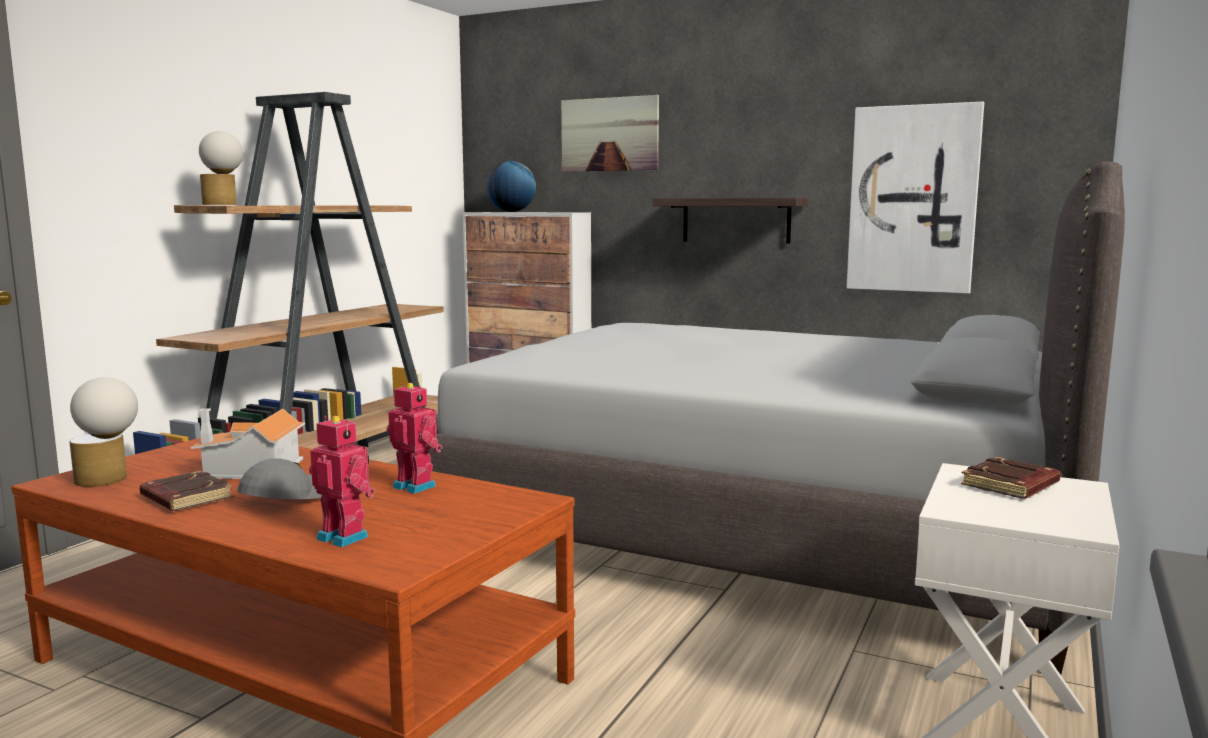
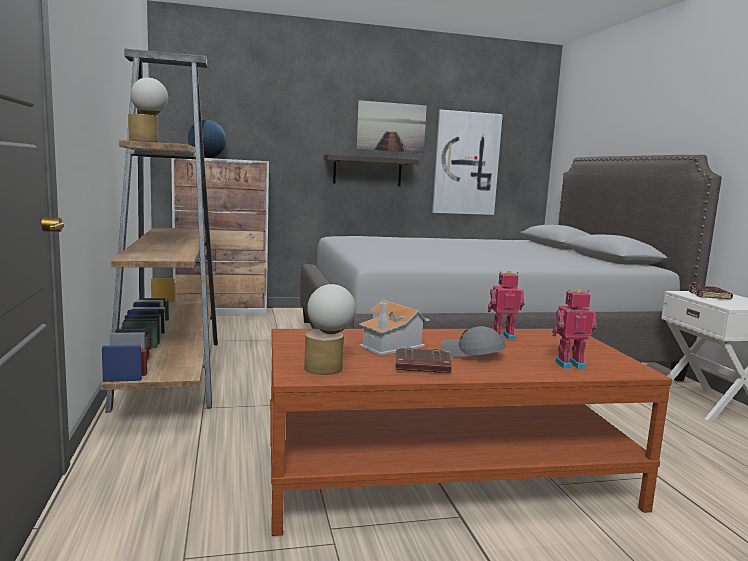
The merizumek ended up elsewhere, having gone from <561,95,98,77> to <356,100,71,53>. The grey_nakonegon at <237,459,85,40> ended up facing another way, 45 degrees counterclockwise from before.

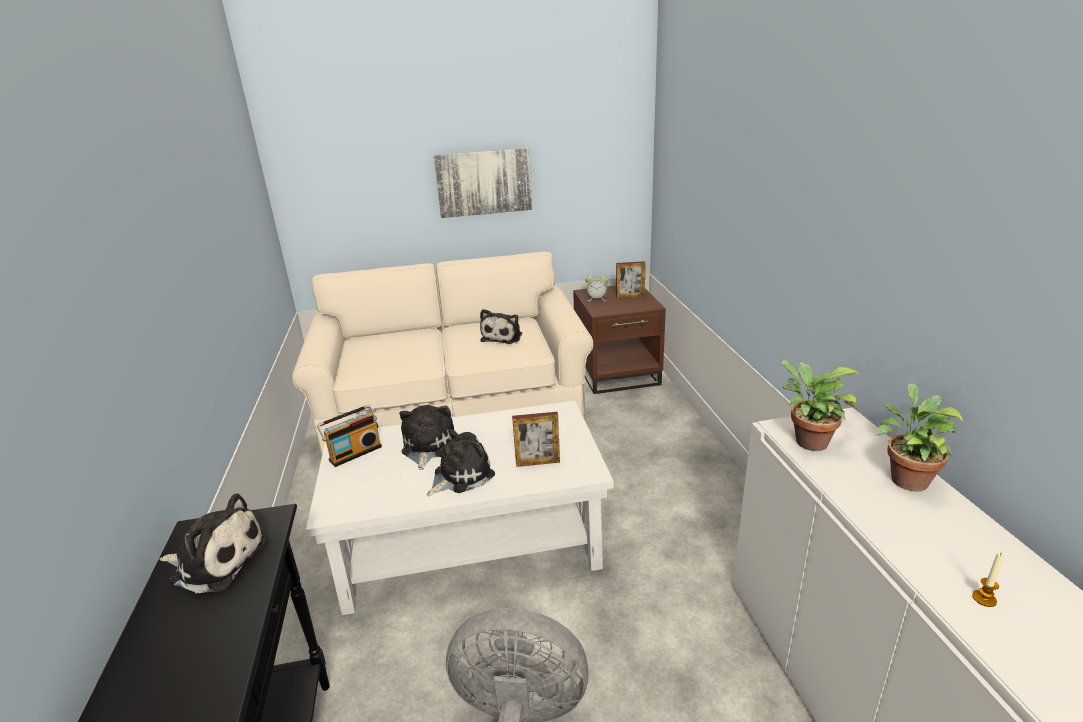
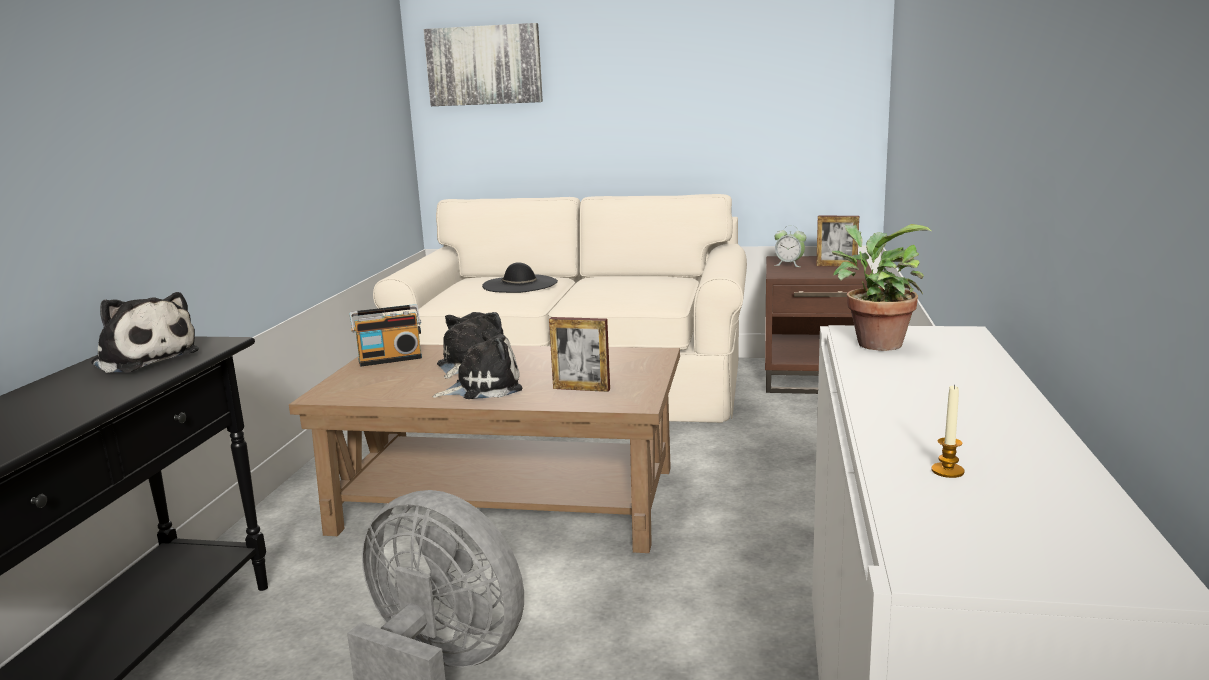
The merizumek ended up elsewhere, having gone from <434,148,98,70> to <424,23,119,83>. The second view lost the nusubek at <480,309,42,35>. The second view lost the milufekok at <875,383,89,109>. What was the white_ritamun at <306,401,308,214> turned into the brown_ritamun at <289,345,391,208>. The second view gained the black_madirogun at <482,262,76,31>.

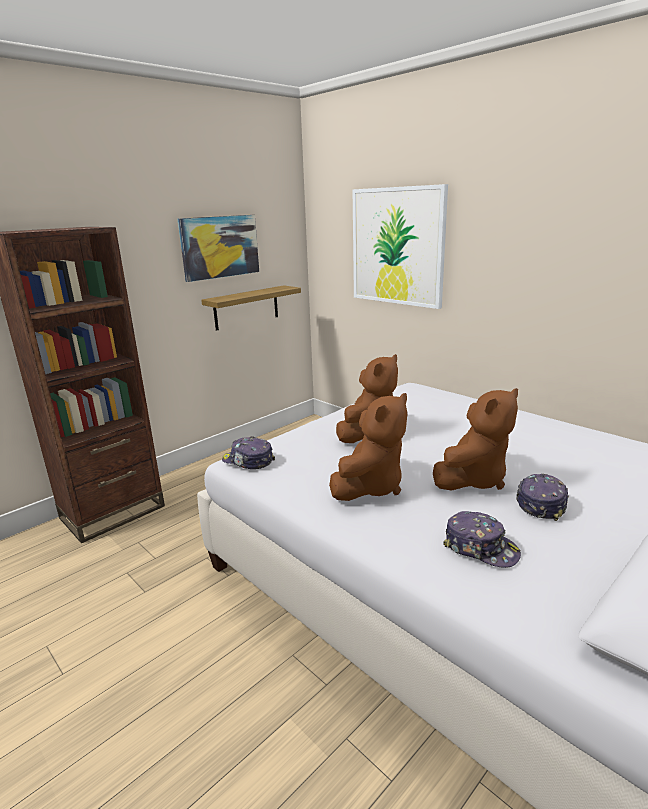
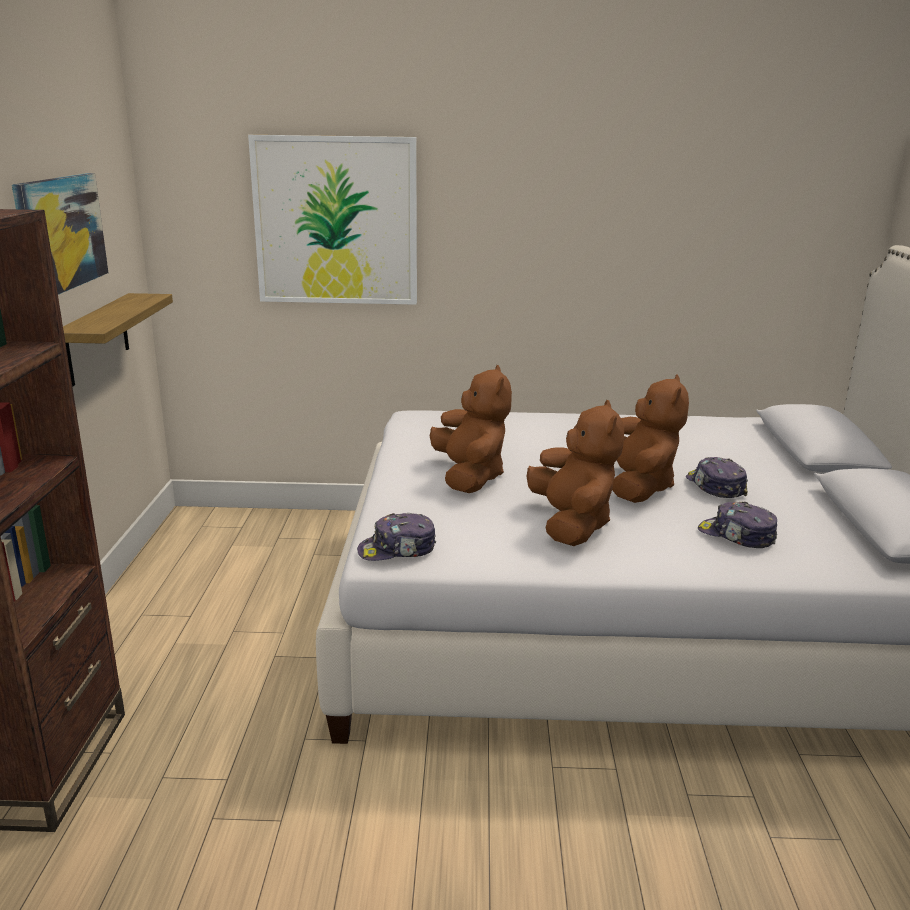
The nakonegon at <443,511,78,57> ended up facing another way, 135 degrees counterclockwise from before.

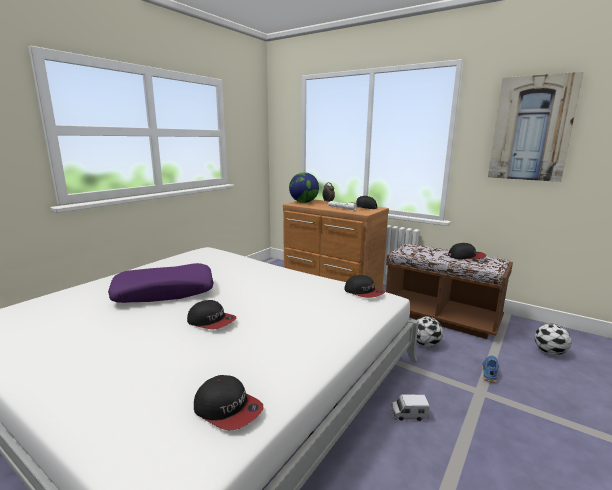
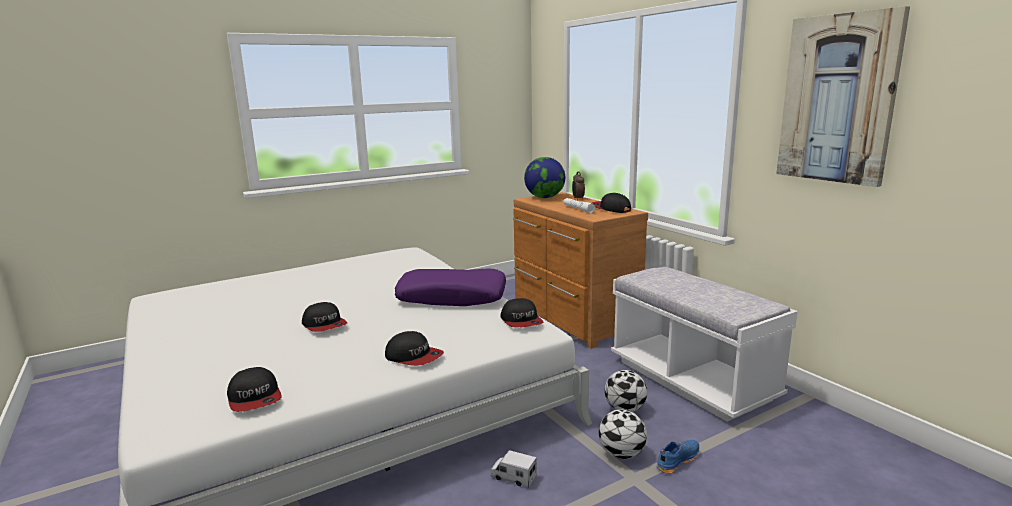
The nakonegon ended up elsewhere, having gone from <448,243,38,16> to <385,331,59,35>. What was the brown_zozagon at <386,244,127,95> turned into the white_zozagon at <611,267,187,155>. The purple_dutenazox ended up elsewhere, having gone from <108,263,106,40> to <395,269,111,37>. The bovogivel ended up elsewhere, having gone from <535,324,36,31> to <599,409,48,50>.

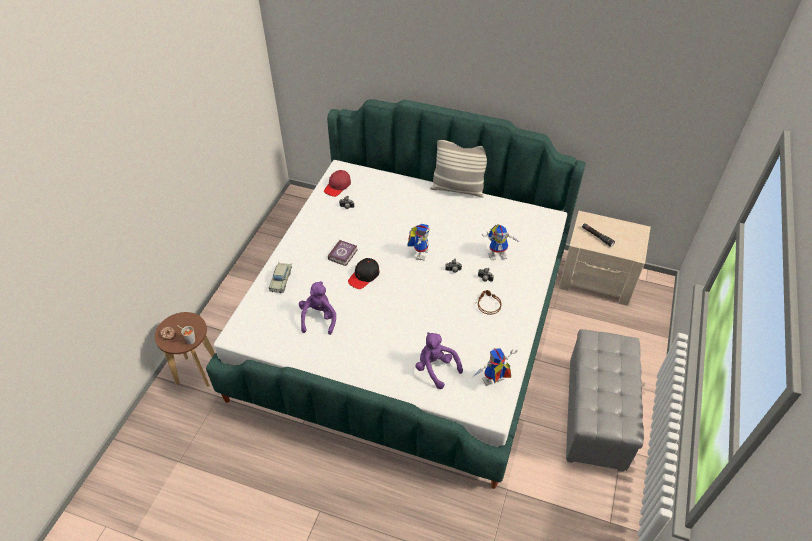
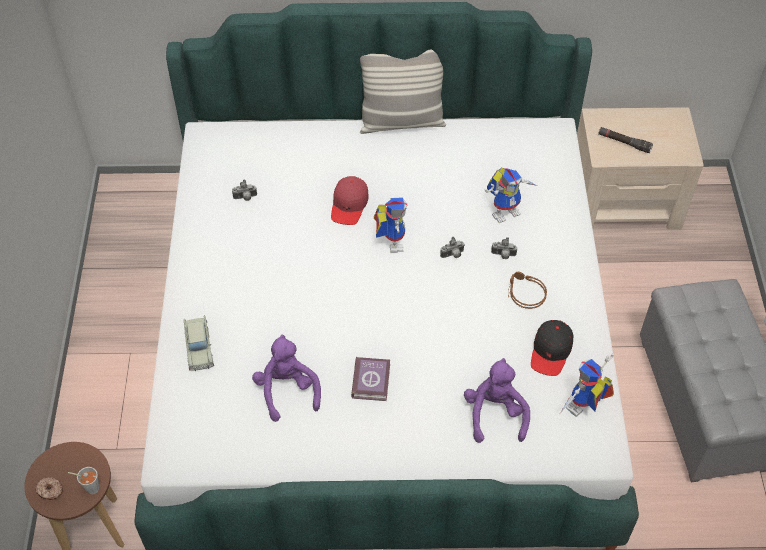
The red_nakonegon ended up elsewhere, having gone from <324,170,27,27> to <331,176,38,49>. The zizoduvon ended up elsewhere, having gone from <328,240,30,26> to <351,356,39,45>. The black_nakonegon ended up elsewhere, having gone from <348,258,31,31> to <531,320,42,56>. The purple_nusubek at <415,332,48,57> ended up facing another way, 60 degrees clockwise from before.

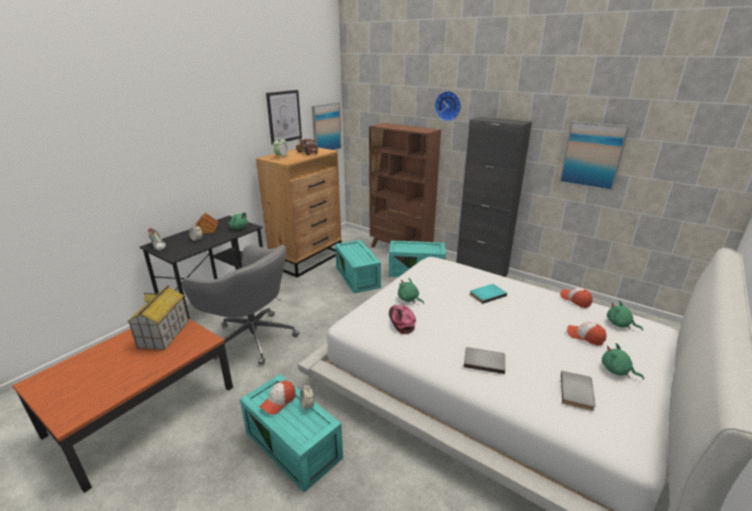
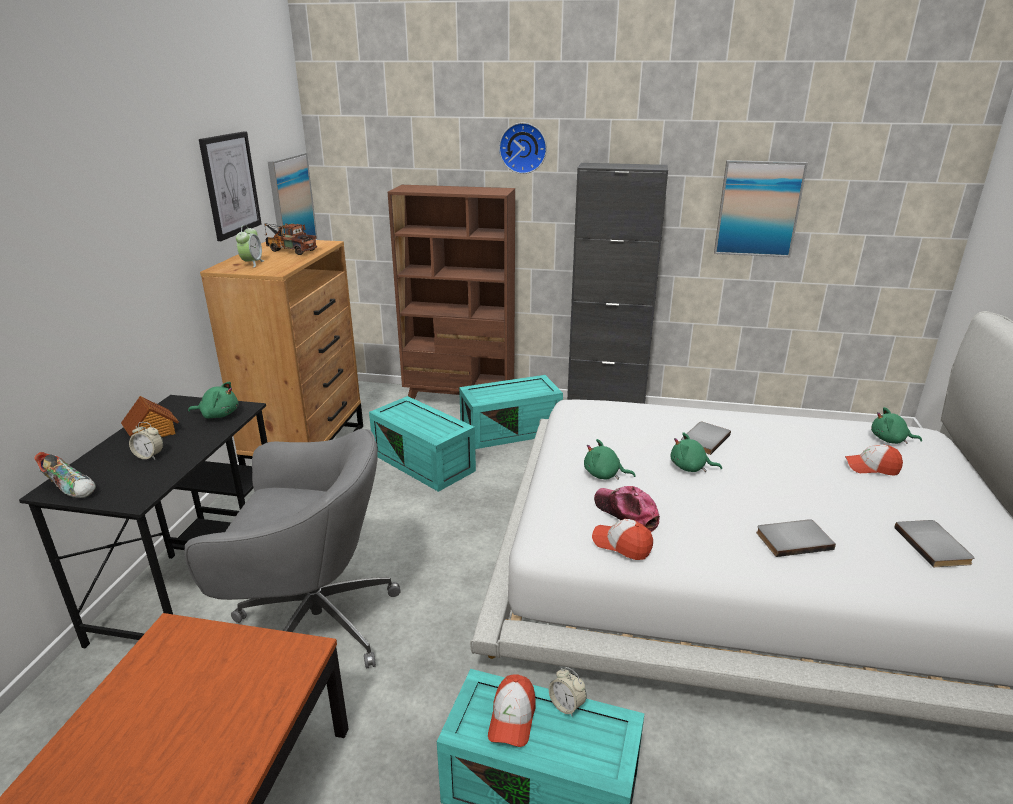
What was the turquoise_zizoduvon at <470,284,37,20> turned into the grey_zizoduvon at <681,422,50,33>. The second view lost the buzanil at <127,285,62,65>. The nakonegon ended up elsewhere, having gone from <560,287,33,21> to <592,519,61,41>. The green_nusubek ended up elsewhere, having gone from <602,343,42,37> to <671,432,51,40>.

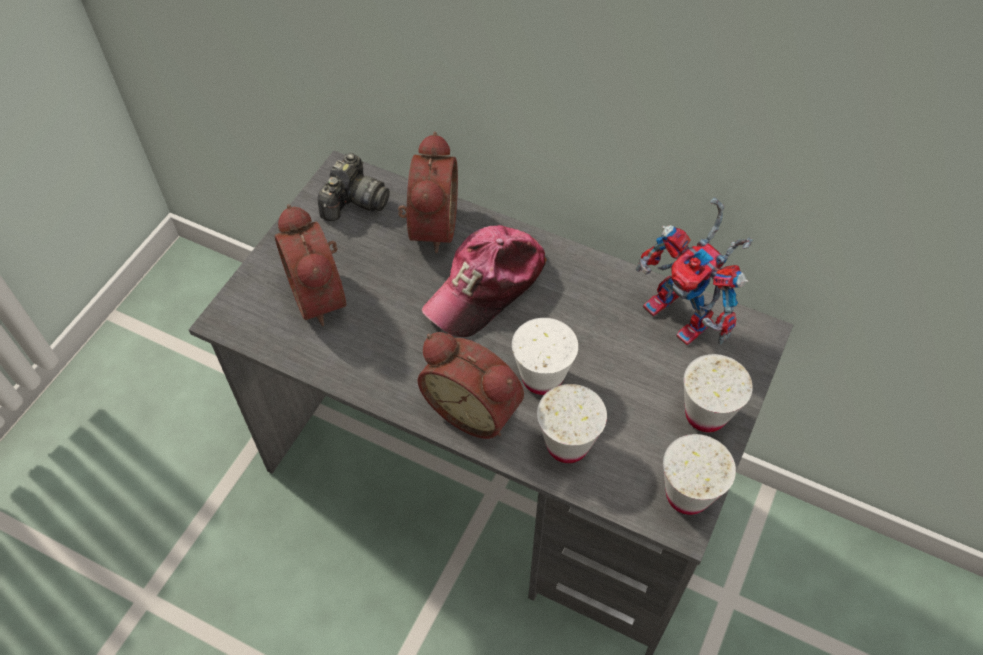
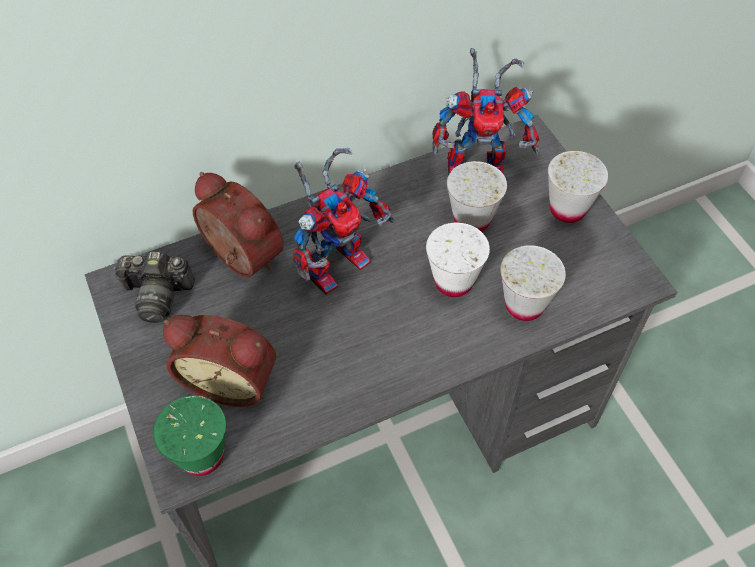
The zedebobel at <317,153,73,68> ended up facing another way, 120 degrees clockwise from before. Where the nakonegon stood at <422,225,125,112>, the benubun came to stand at <293,148,101,148>. The second view lost the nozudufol at <417,332,107,107>. The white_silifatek ended up elsewhere, having gone from <663,434,73,81> to <447,161,60,71>. The second view gained the green_silifatek at <153,396,73,80>.

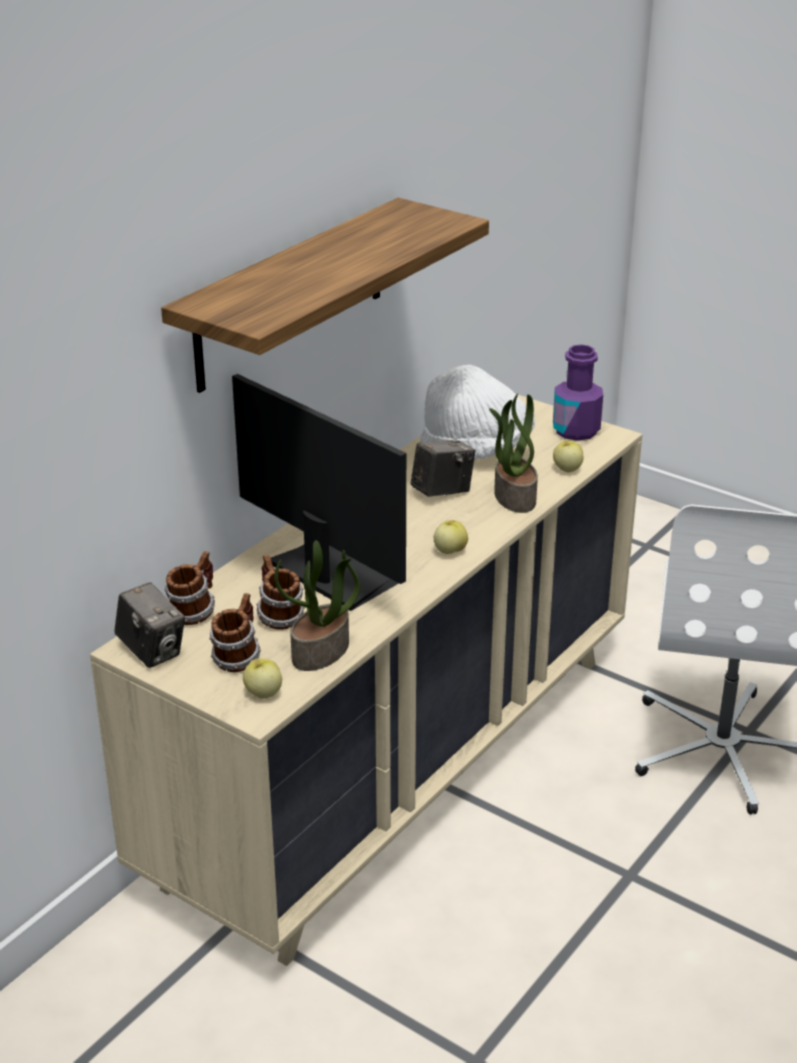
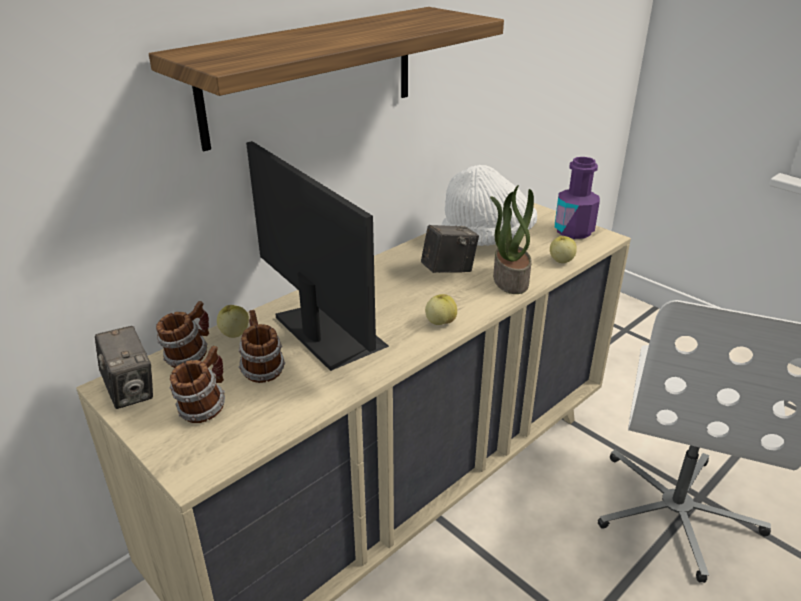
The second view lost the milufekok at <274,540,86,131>. The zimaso ended up elsewhere, having gone from <243,658,39,40> to <217,305,32,33>.

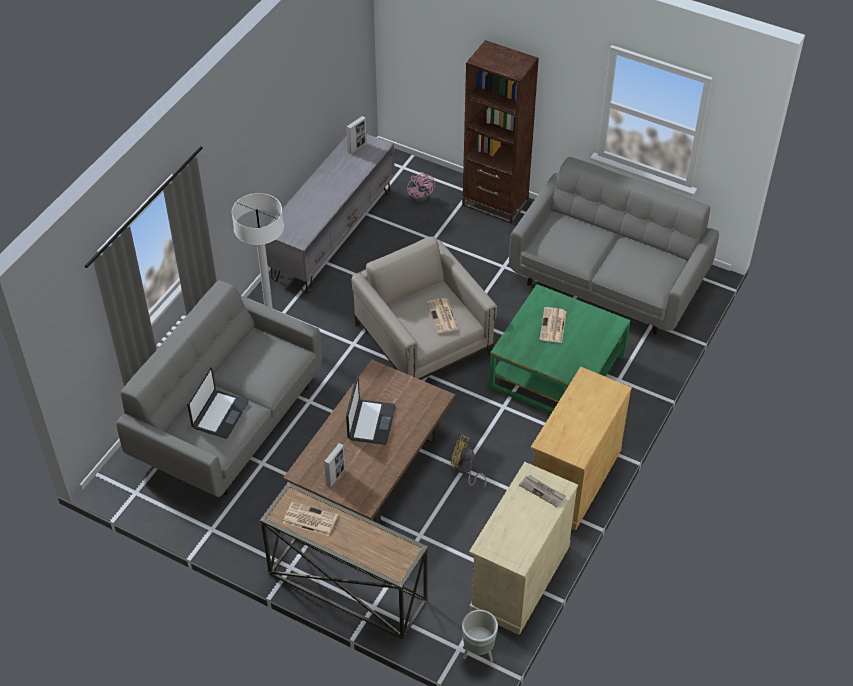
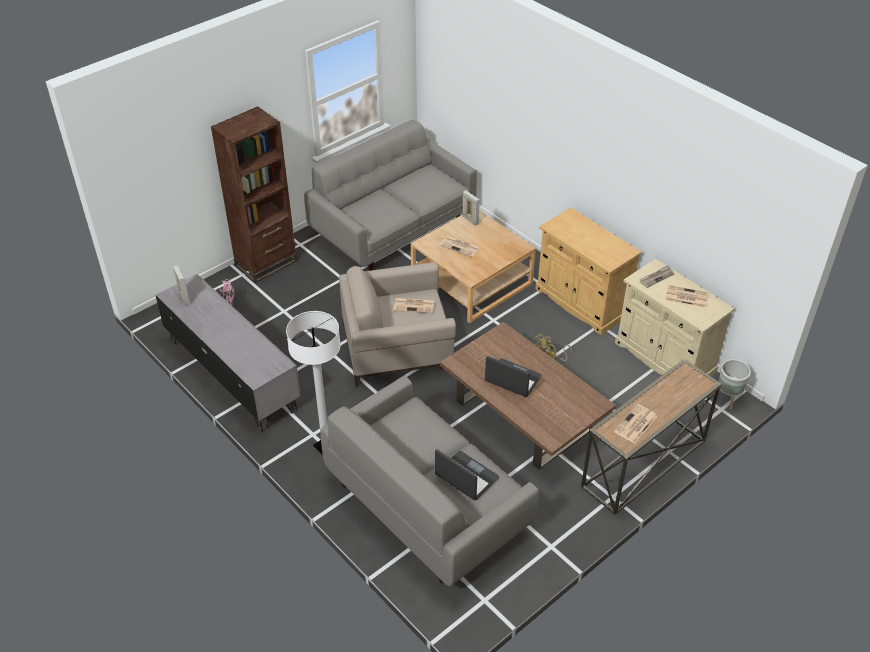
What was the green_ritamun at <489,284,142,129> turned into the beige_ritamun at <411,210,125,113>. The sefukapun ended up elsewhere, having gone from <324,443,21,44> to <462,190,18,36>. The second view gained the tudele at <665,285,44,23>.

